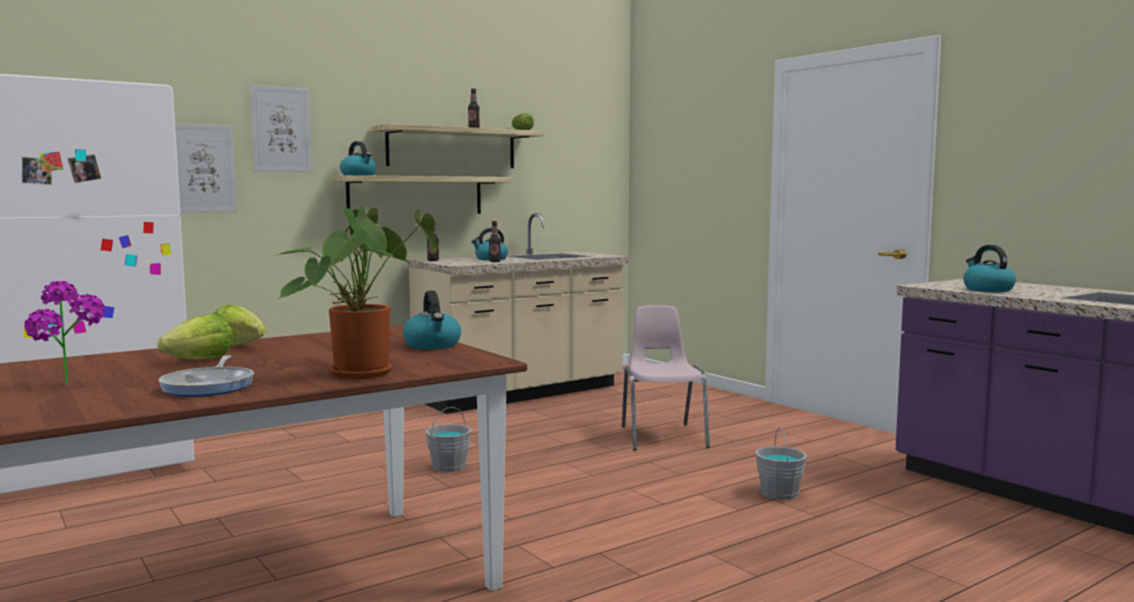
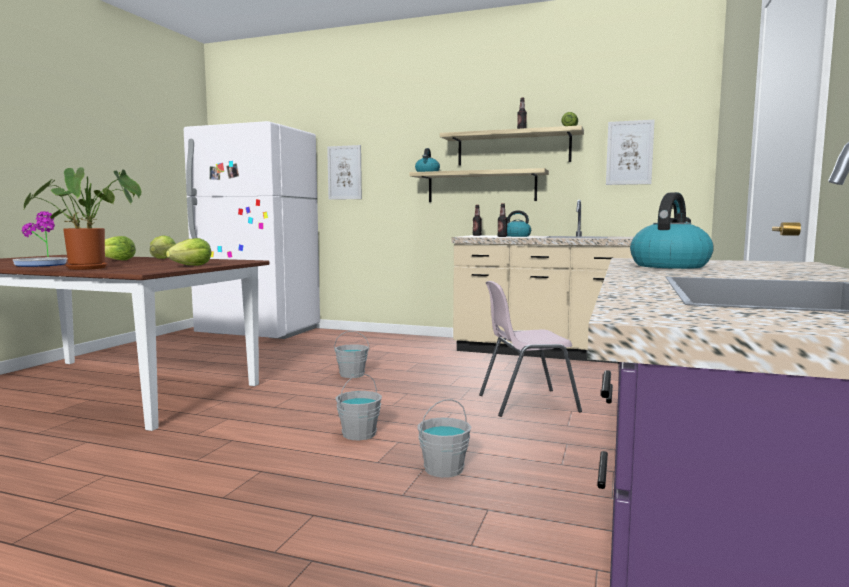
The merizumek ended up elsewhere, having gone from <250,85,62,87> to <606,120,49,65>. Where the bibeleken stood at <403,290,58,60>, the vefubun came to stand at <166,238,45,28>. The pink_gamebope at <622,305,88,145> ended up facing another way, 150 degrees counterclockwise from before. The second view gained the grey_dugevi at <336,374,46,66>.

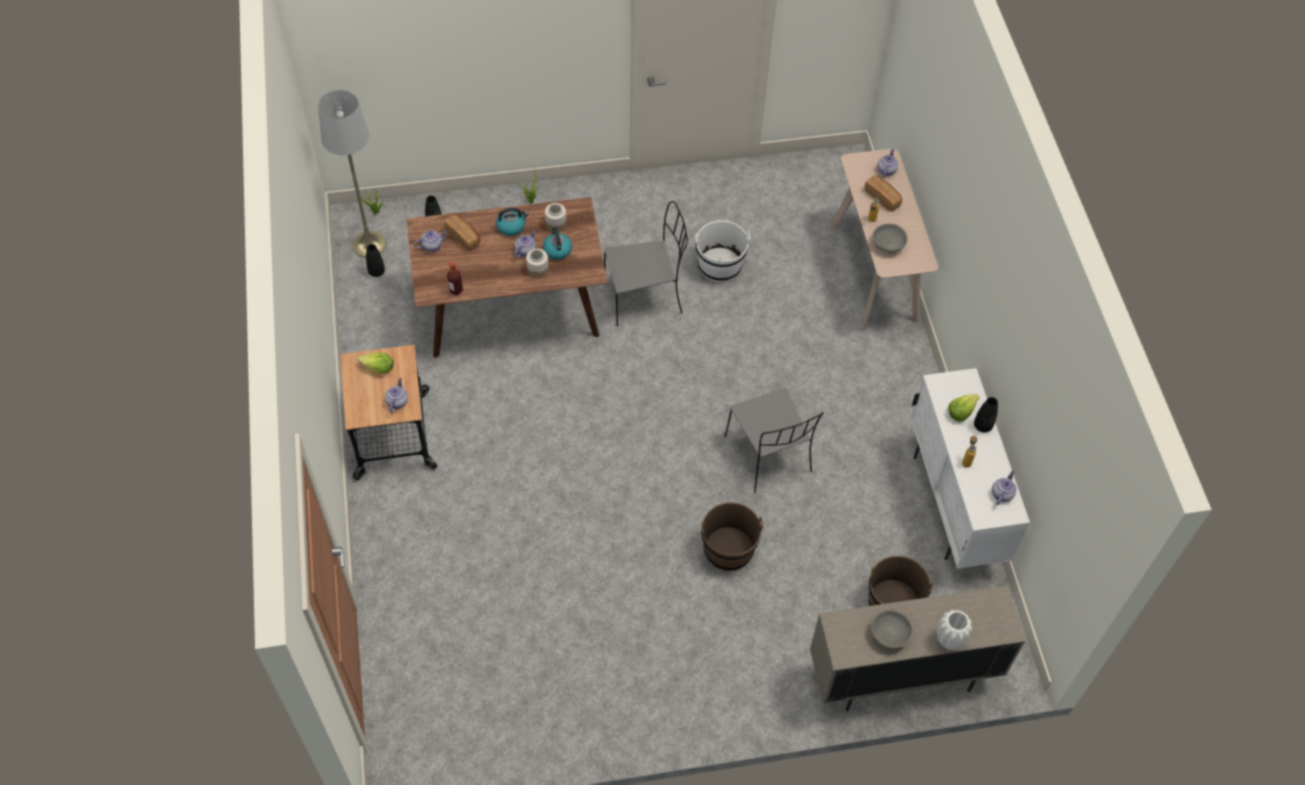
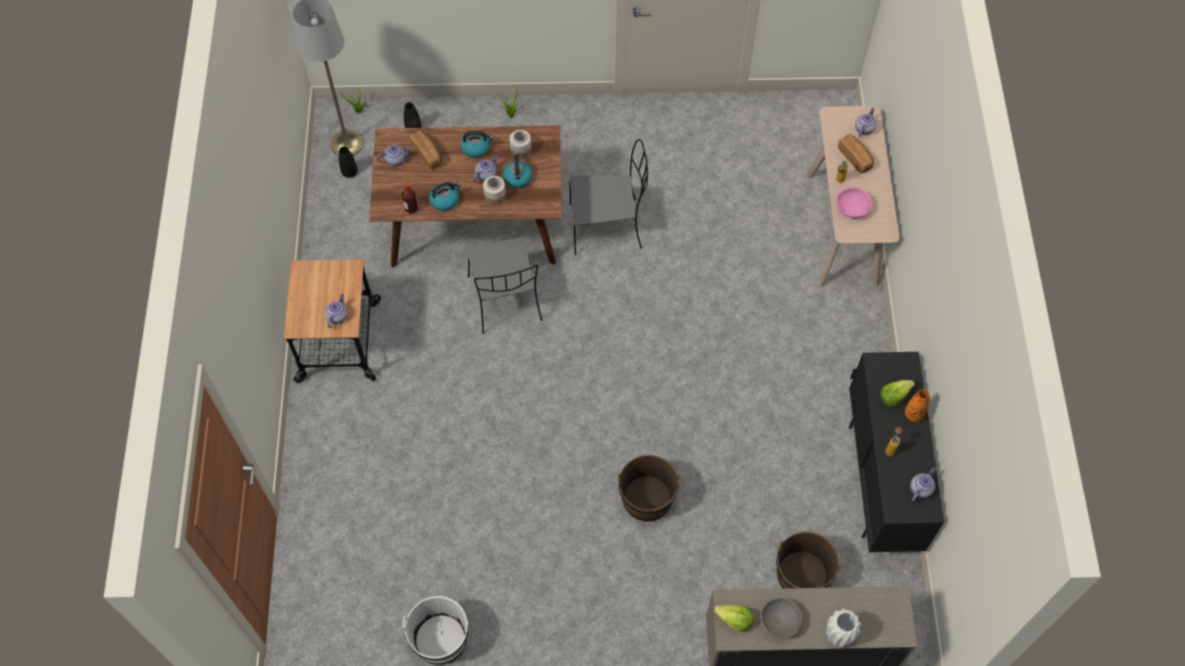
The white_dugevi ended up elsewhere, having gone from <695,220,55,62> to <403,596,65,69>. What was the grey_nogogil at <873,223,35,30> turned into the pink_nogogil at <836,187,36,32>. The vefubun ended up elsewhere, having gone from <358,353,36,21> to <714,605,40,27>. What was the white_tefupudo at <910,368,120,201> turned into the black_tefupudo at <849,352,95,200>. The grey_gamebope ended up elsewhere, having gone from <724,387,100,106> to <466,237,76,97>. What was the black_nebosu at <974,397,24,36> turned into the orange_nebosu at <905,389,24,33>. The second view gained the bibeleken at <429,182,32,29>.

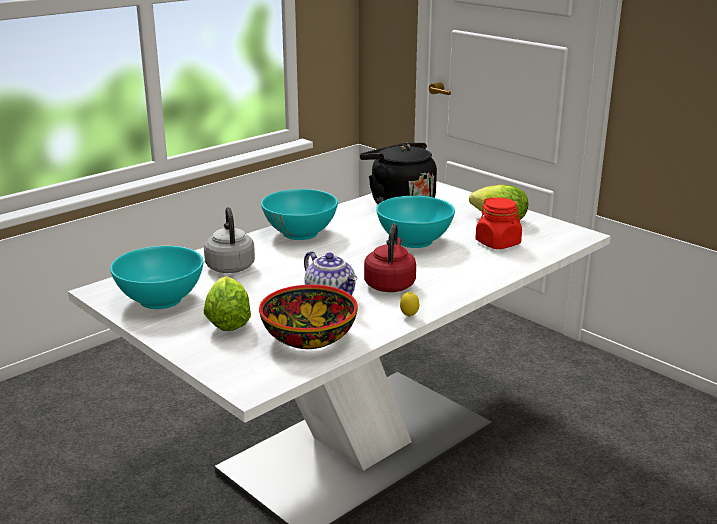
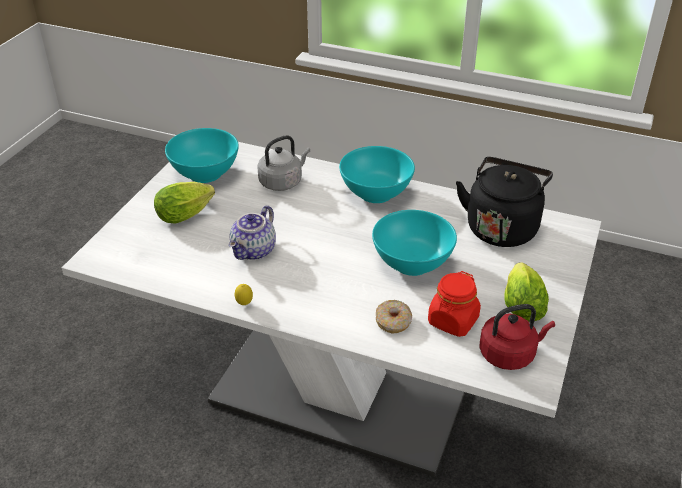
The red_bibeleken ended up elsewhere, having gone from <364,223,52,69> to <479,304,76,66>. The second view lost the nogogil at <259,285,99,64>. The second view gained the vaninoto at <376,300,36,34>.

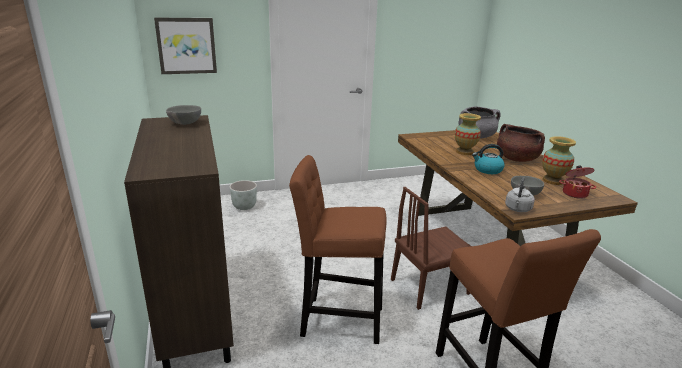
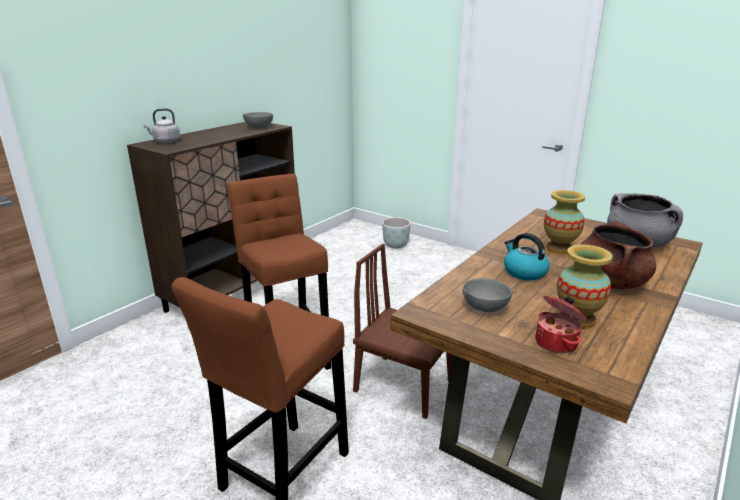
The second view lost the merizumek at <154,18,63,56>. The grey_bibeleken ended up elsewhere, having gone from <505,177,30,35> to <143,108,37,35>.

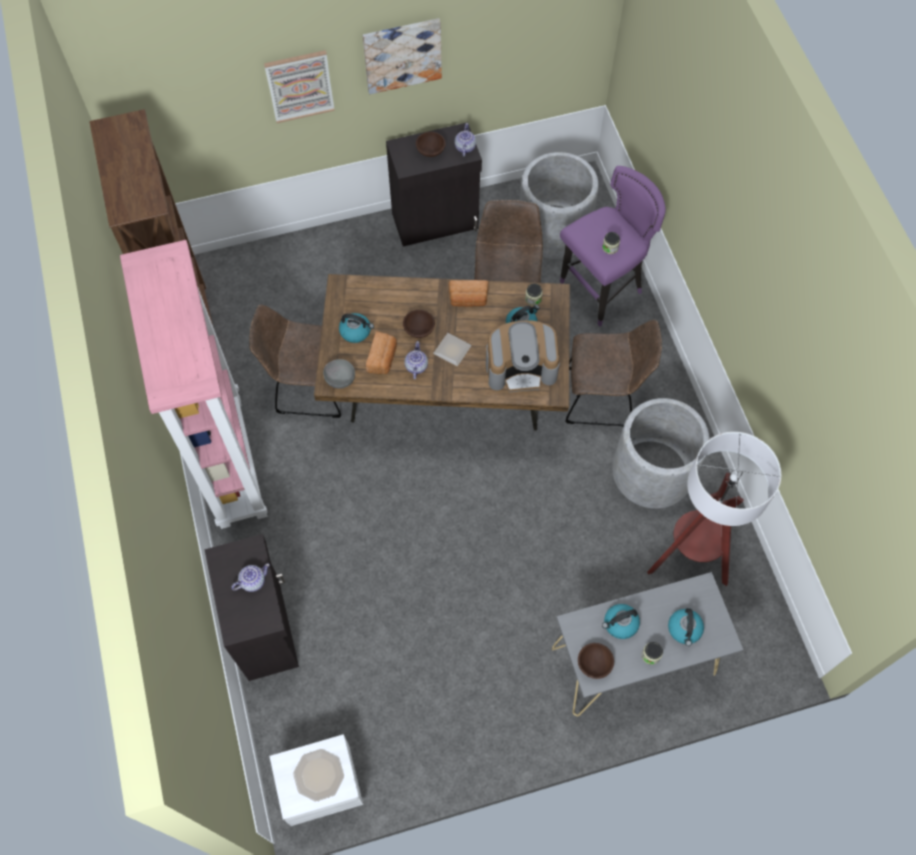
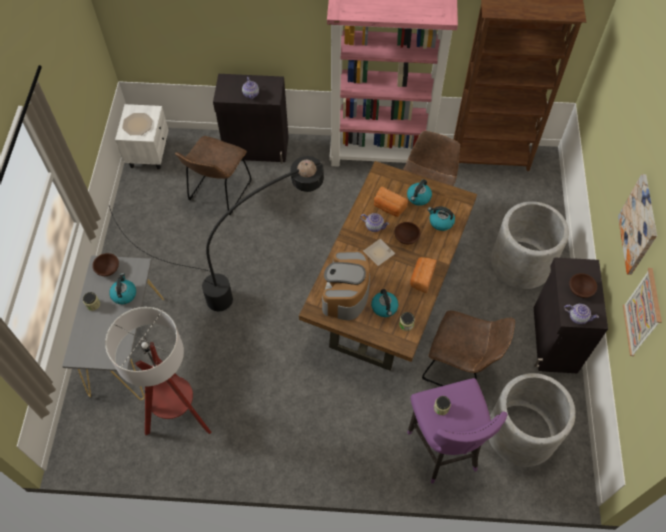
The merizumek ended up elsewhere, having gone from <264,50,71,73> to <623,268,39,88>. The brown_gamebope ended up elsewhere, having gone from <566,320,96,107> to <175,136,77,79>. The second view lost the grey_nogogil at <323,359,32,30>. The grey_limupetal ended up elsewhere, having gone from <612,398,98,111> to <491,201,78,88>. The bibeleken ended up elsewhere, having gone from <668,608,36,38> to <428,206,27,25>. The second view gained the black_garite at <109,156,215,155>.

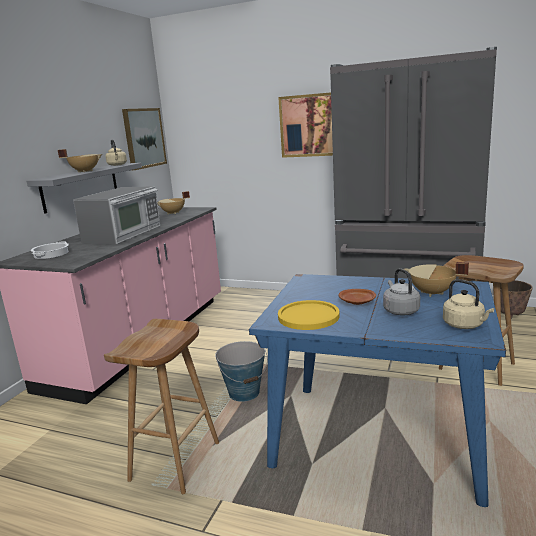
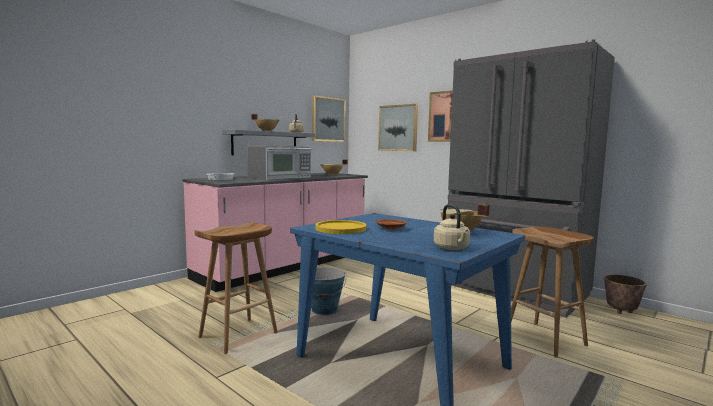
The second view lost the grey_bibeleken at <383,268,37,47>. The second view gained the merizumek at <378,104,40,47>.

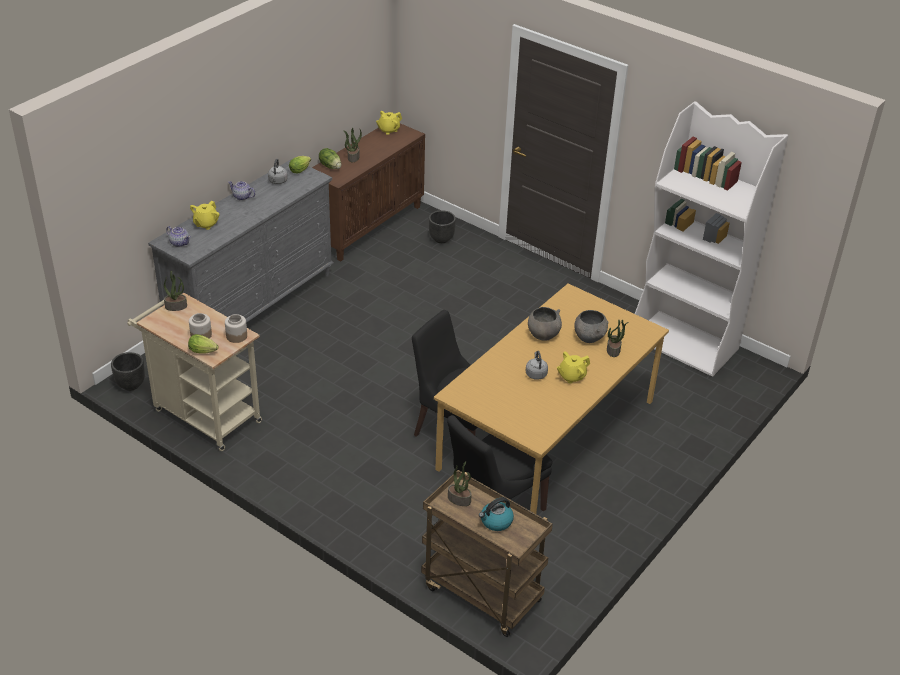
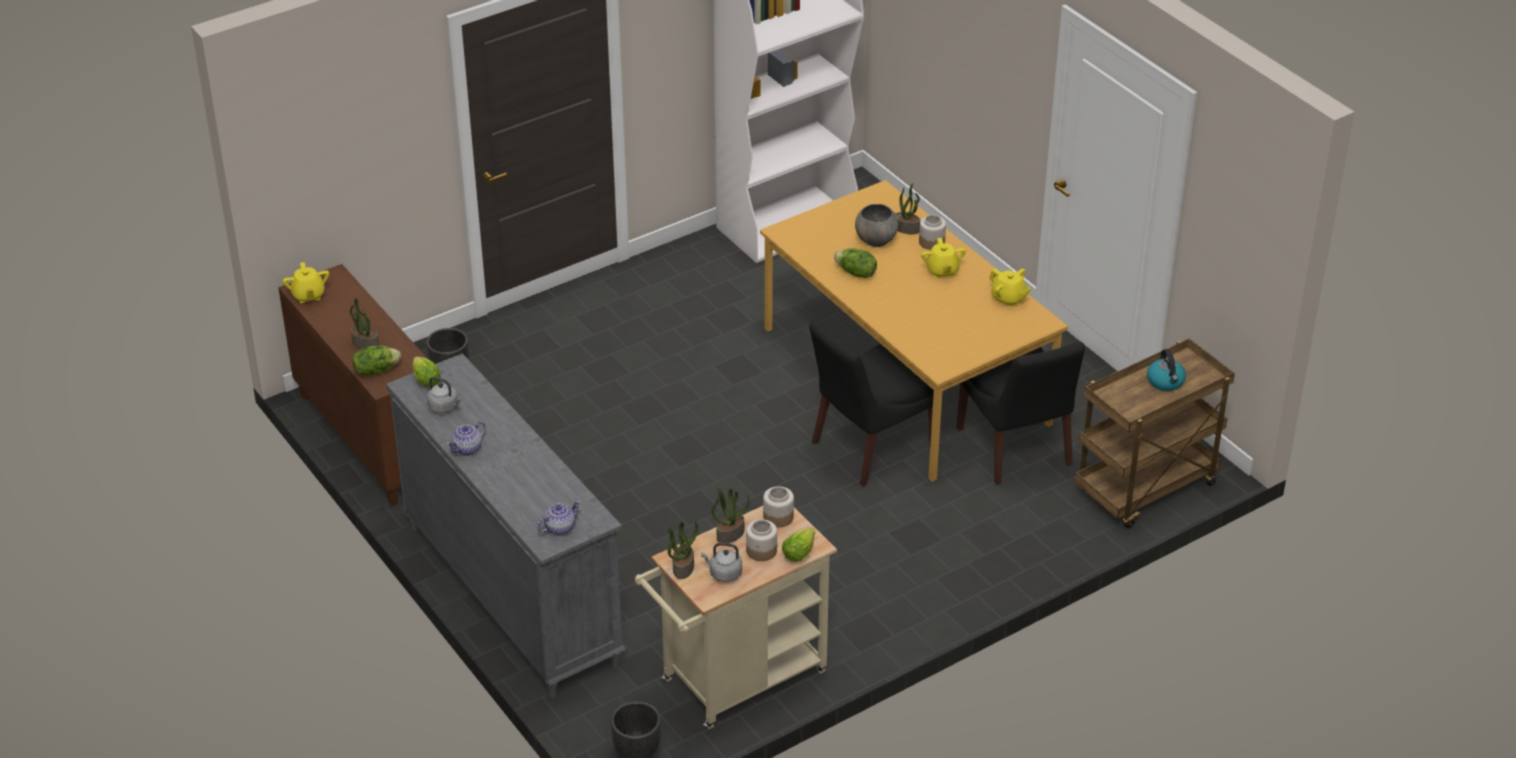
The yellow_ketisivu ended up elsewhere, having gone from <190,201,29,29> to <989,269,43,38>. Where the grey_nogogil stood at <528,307,34,34>, the vefubun came to stand at <834,248,43,30>. The grey_bibeleken ended up elsewhere, having gone from <526,351,22,29> to <701,543,41,39>. The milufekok ended up elsewhere, having gone from <448,461,24,45> to <712,486,38,57>. The second view gained the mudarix at <919,215,27,35>.

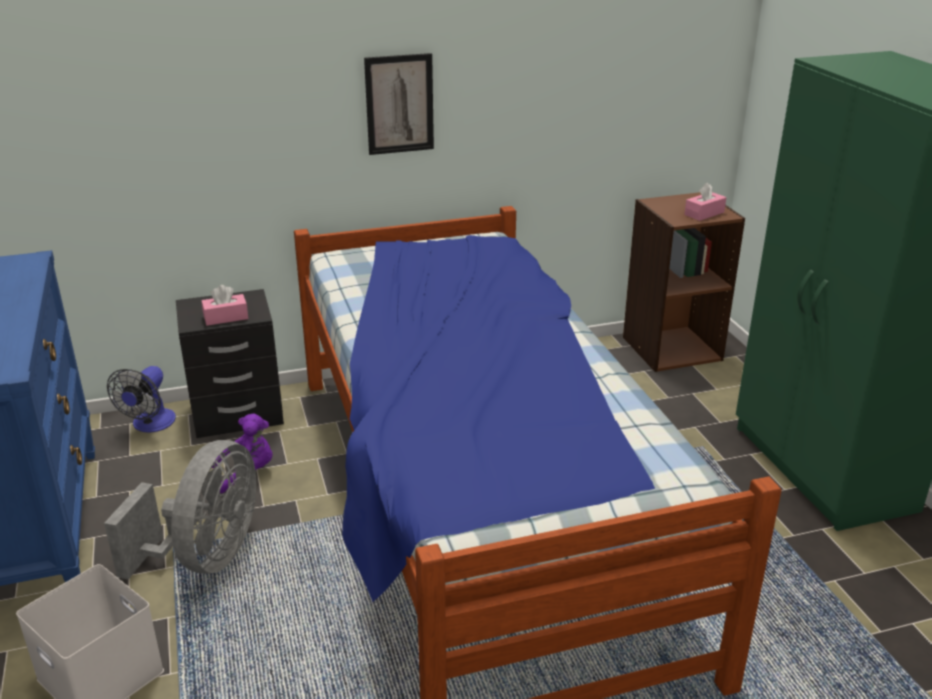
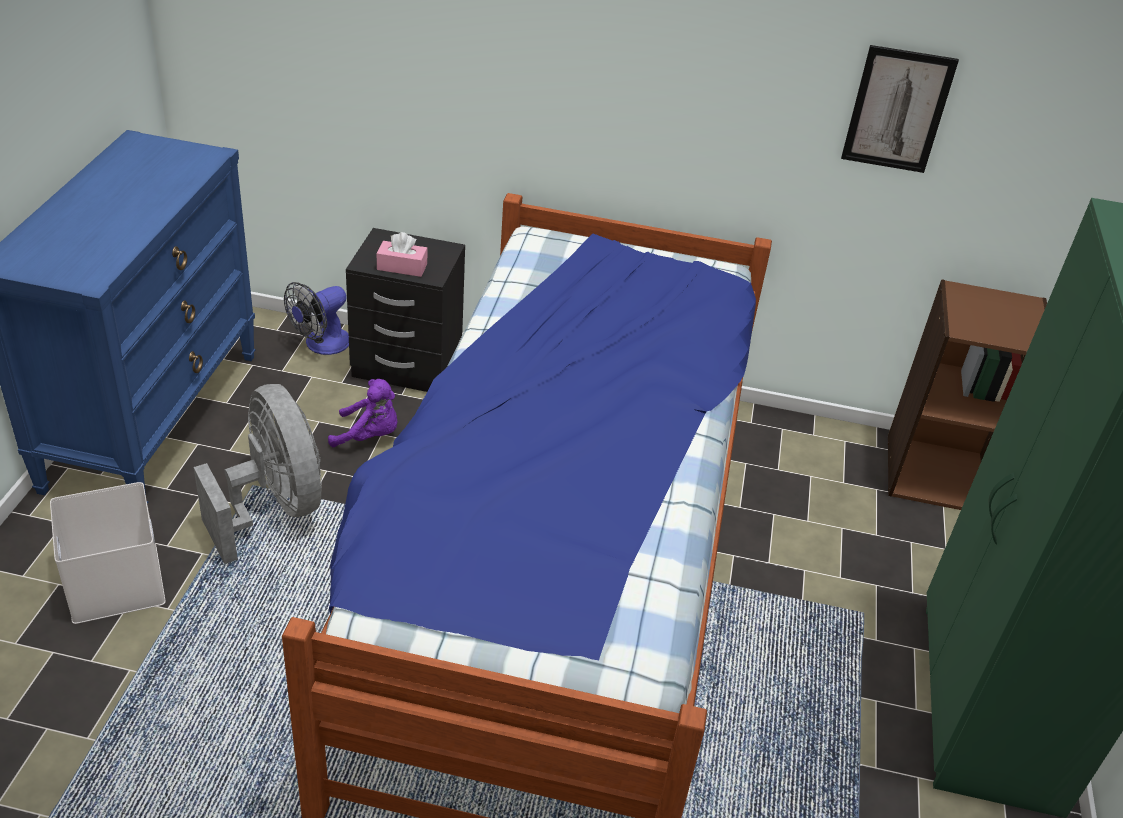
The merizumek ended up elsewhere, having gone from <364,53,70,102> to <841,45,118,128>. The second view lost the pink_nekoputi at <684,182,42,39>. The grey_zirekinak at <104,440,152,140> ended up facing another way, 75 degrees counterclockwise from before.

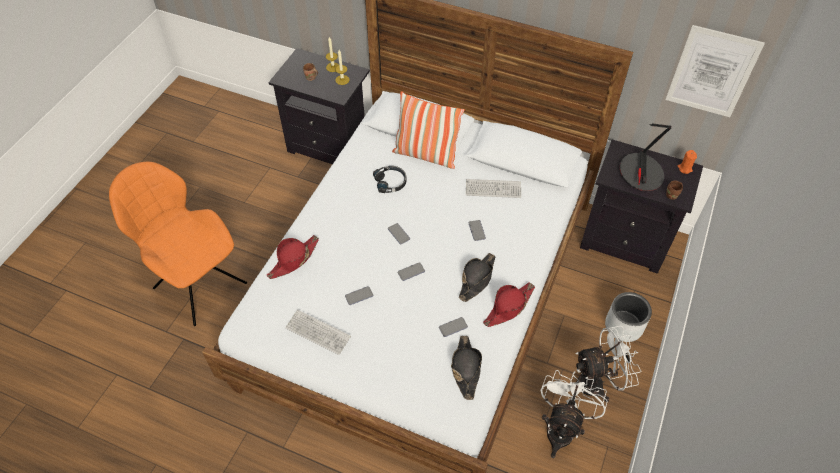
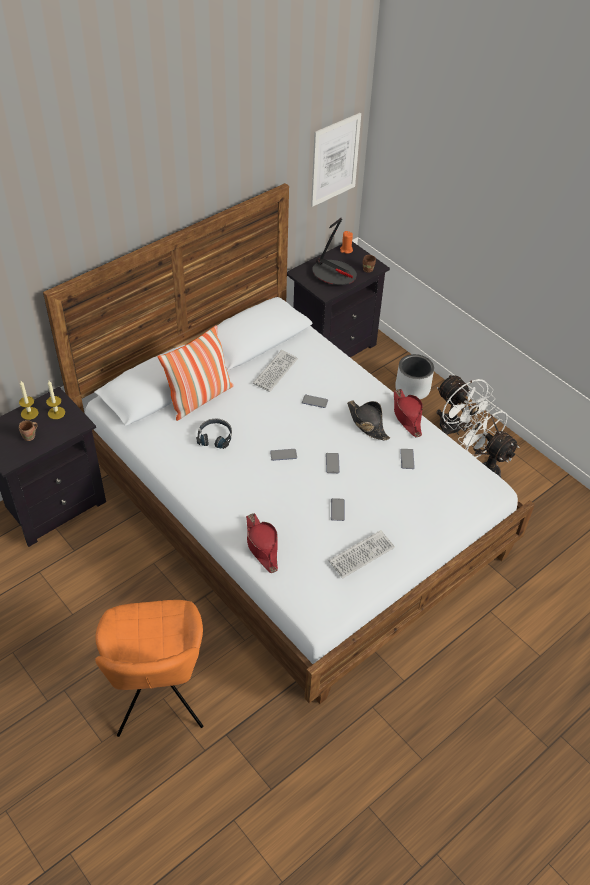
The orange_gamebope at <109,162,138,164> ended up facing another way, 75 degrees counterclockwise from before. The white_zirekinak at <575,326,66,76> ended up facing another way, 135 degrees clockwise from before. The second view lost the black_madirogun at <451,336,31,64>.

